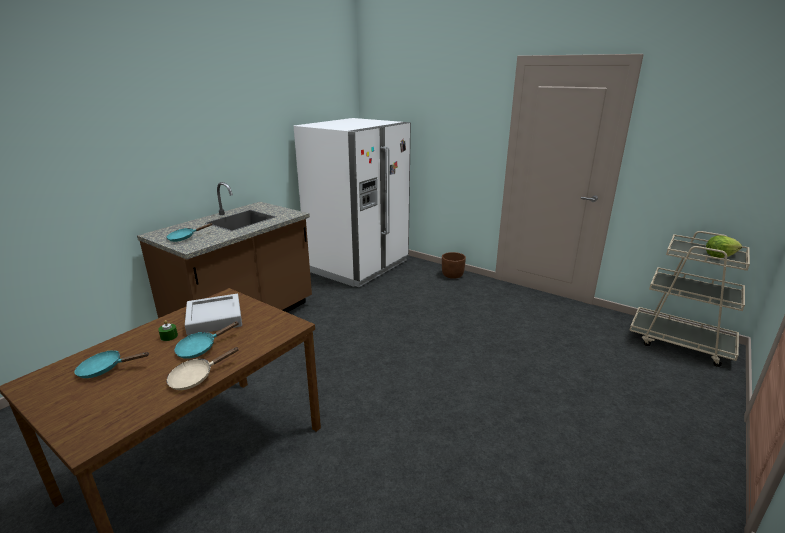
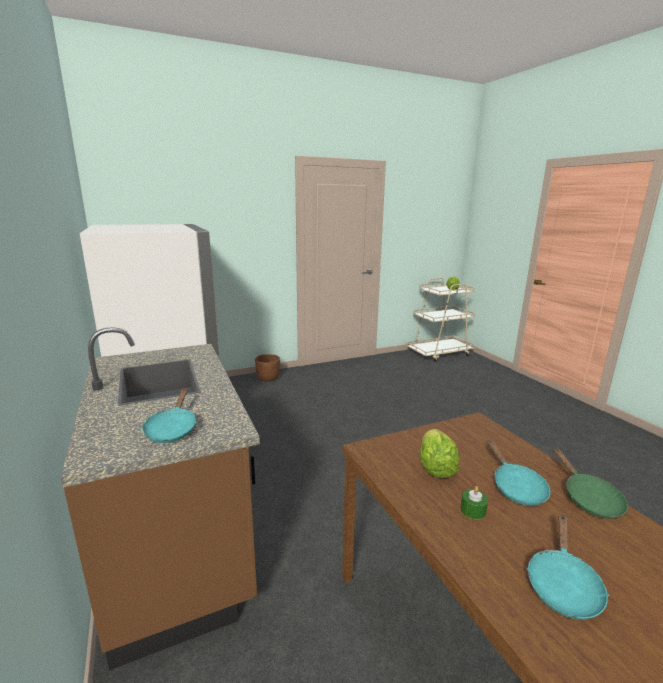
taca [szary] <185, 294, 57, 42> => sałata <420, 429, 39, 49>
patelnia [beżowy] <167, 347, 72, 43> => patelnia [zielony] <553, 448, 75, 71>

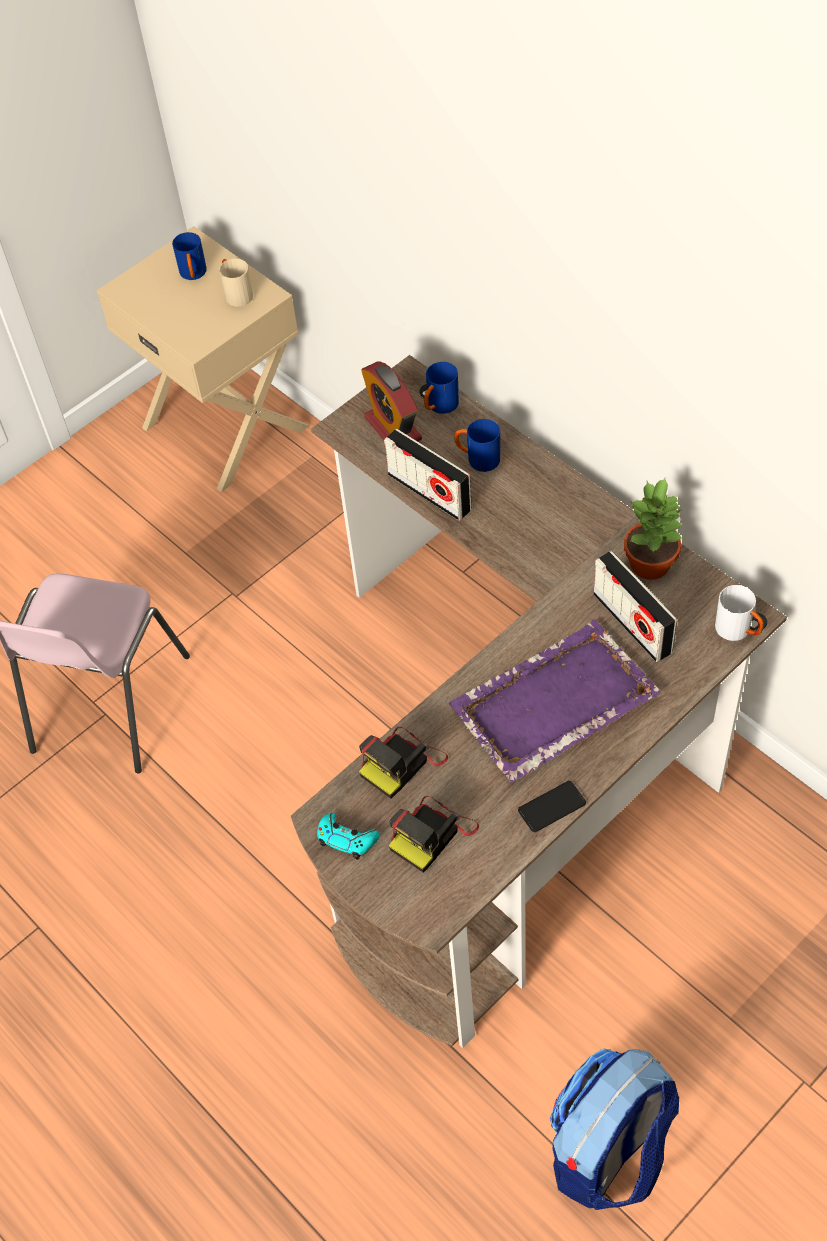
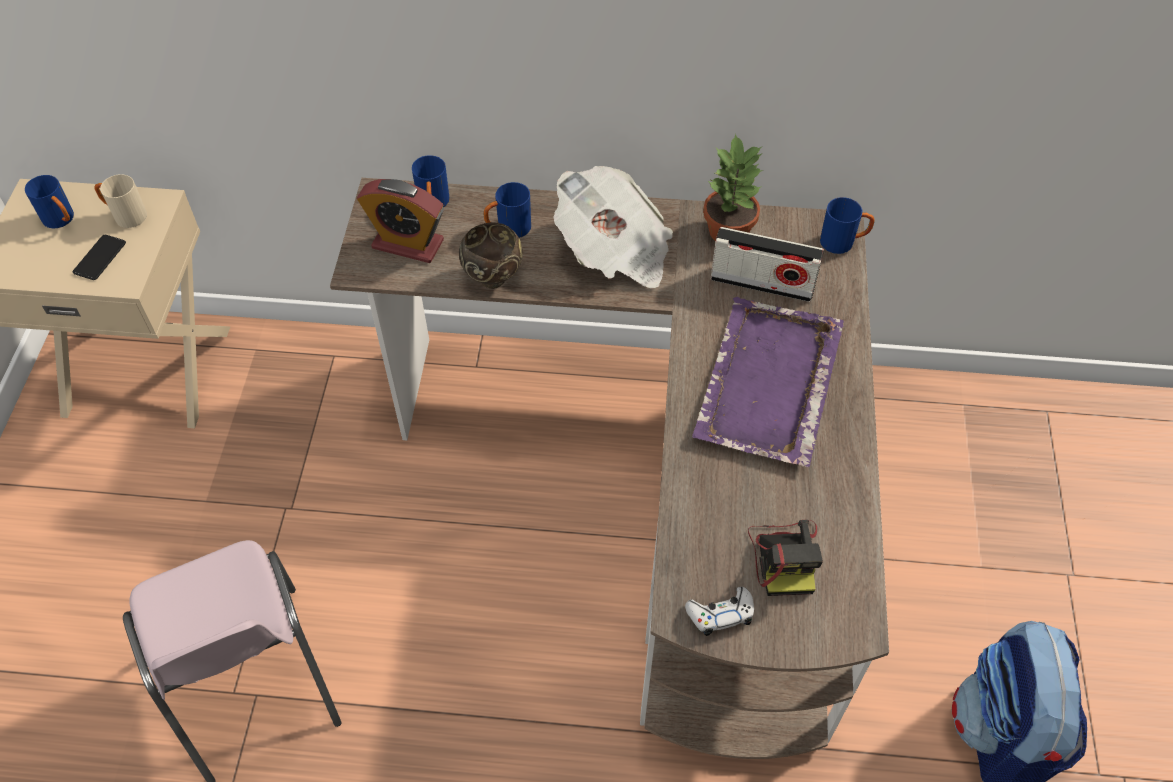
telefon <518, 781, 68, 51> => telefon <73, 235, 53, 45>, moved
radio <384, 429, 88, 92> => miska [brązowy] <459, 222, 64, 67>
nothing => gazeta <553, 166, 120, 122>
pad do gier [turkusowy] <317, 813, 62, 47> => pad do gier [biały] <685, 587, 69, 49>
kubek [biały] <715, 585, 49, 56> => kubek [niebieski] <820, 197, 55, 57>
aparat fotograficzny <359, 726, 89, 73> => nothing

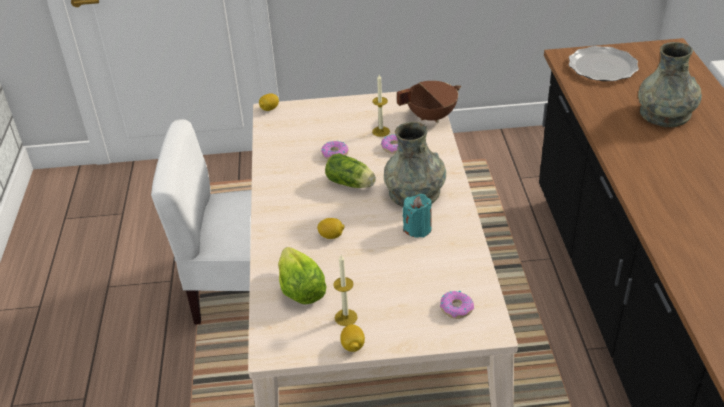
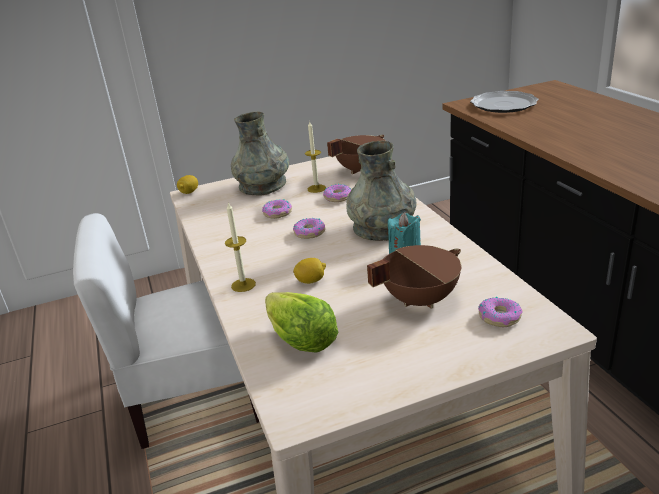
świeca <333, 255, 25, 71> => świeca <225, 202, 31, 90>, moved
wazon [szary] <638, 42, 64, 85> => wazon [szary] <231, 112, 58, 84>, moved
sałata <325, 153, 51, 35> => donut <293, 218, 32, 21>
nothing => garnek [brązowy] <367, 245, 95, 64>
cytryna <340, 324, 25, 28> => nothing

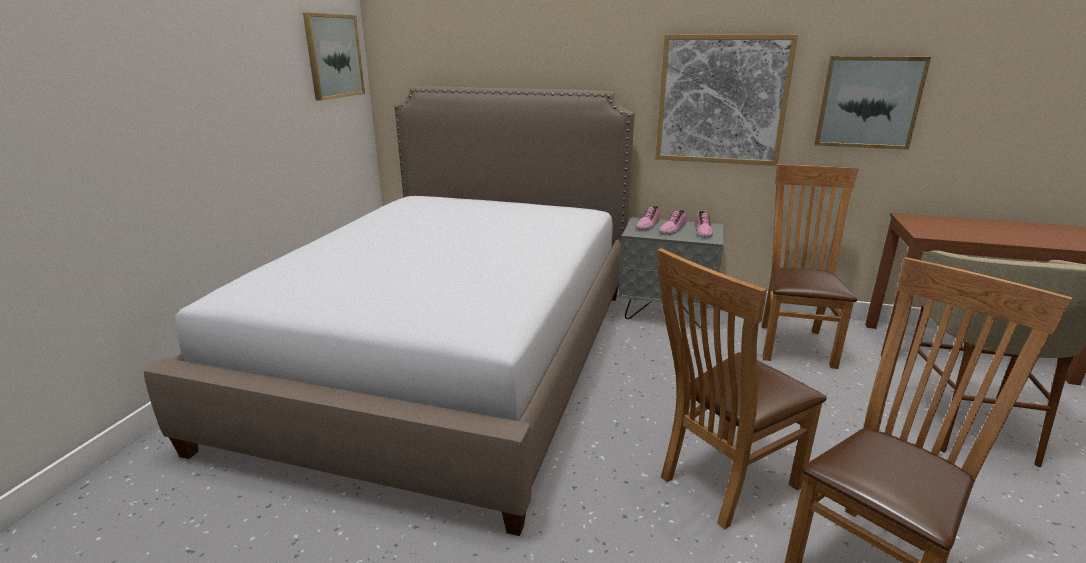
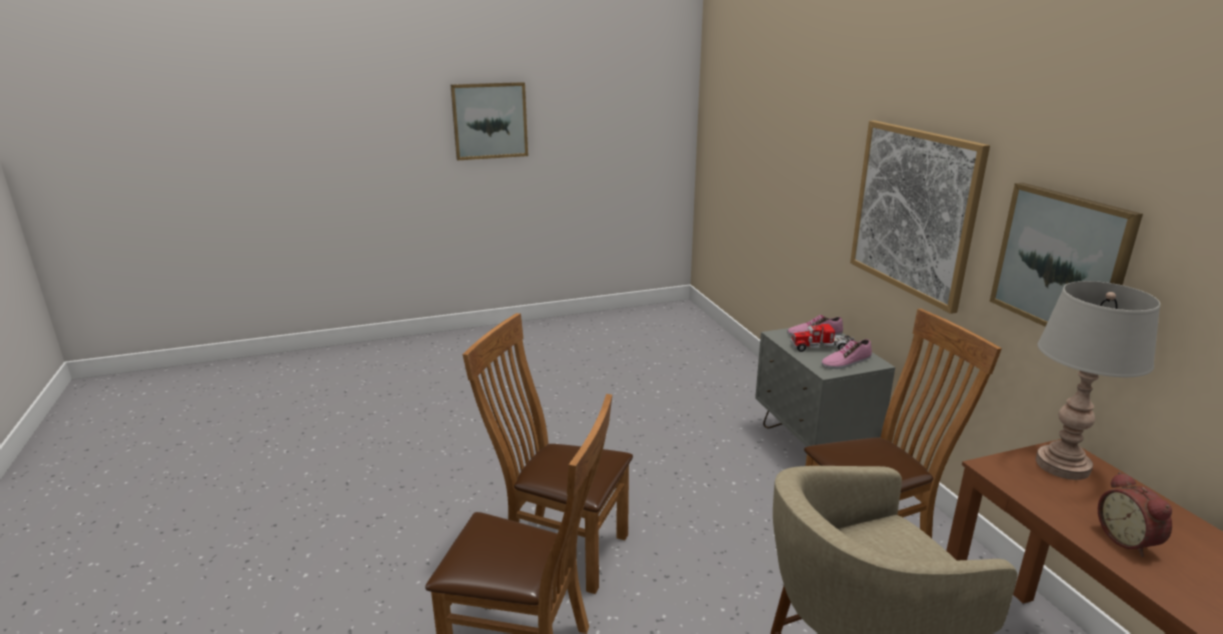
obraz <303, 13, 62, 88> => obraz <451, 82, 77, 79>, moved
but <659, 210, 27, 25> => ciężarówka zabawkowa <790, 320, 67, 32>
nothing => lampa stołowa [szary] <1036, 281, 124, 199>
nothing => budzik <1098, 472, 74, 85>
łóżko <144, 86, 491, 450> => nothing

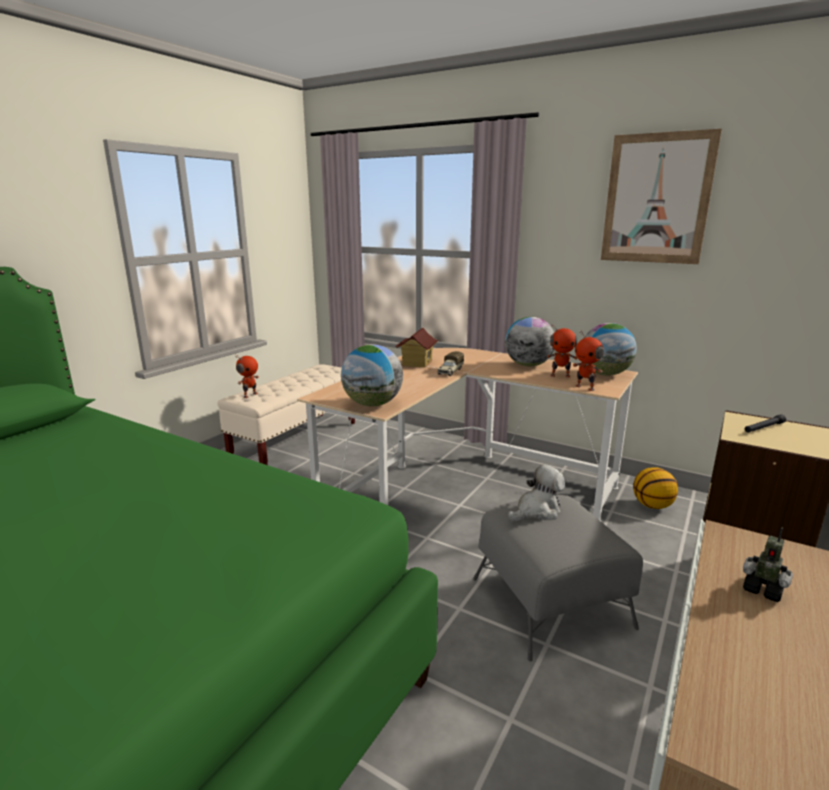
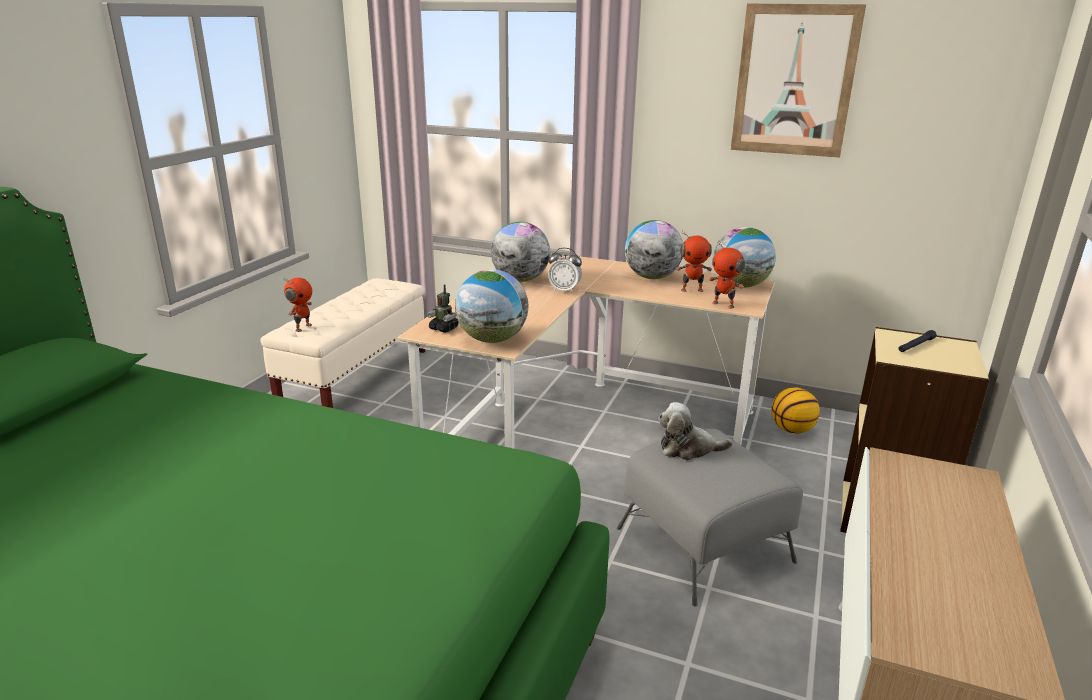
robot zabawkowy <743, 527, 50, 75> => robot zabawkowy <427, 284, 32, 49>, moved
domek <395, 328, 43, 40> => globus <491, 222, 59, 60>
ciężarówka zabawkowa <437, 351, 27, 25> => budzik <548, 248, 34, 45>
pluszak <508, 465, 57, 57> => pluszak <658, 402, 75, 58>, 135 degrees counterclockwise

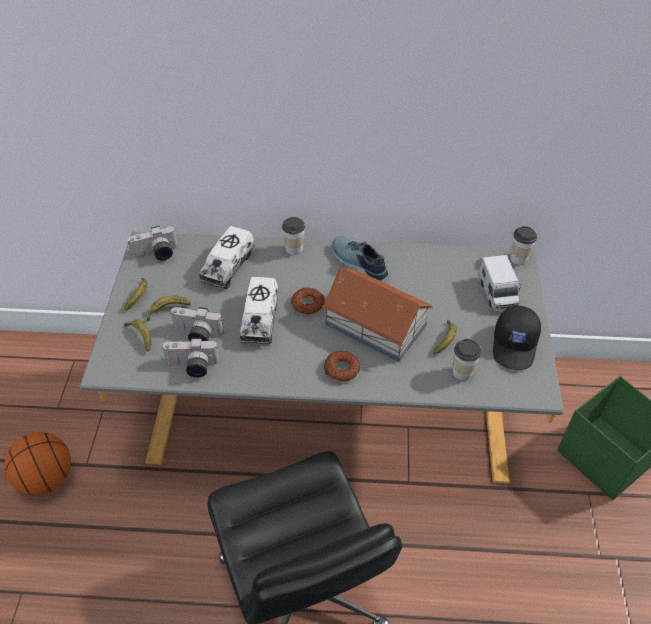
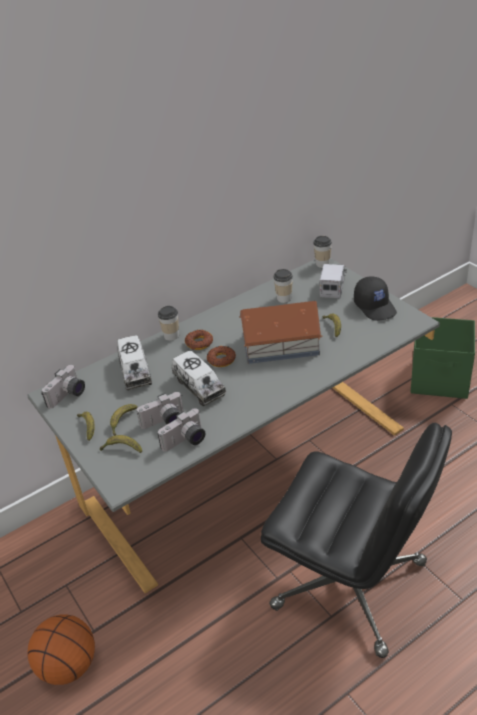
donut <324, 351, 36, 31> => donut <185, 330, 28, 20>, moved
filiżanka <453, 339, 28, 42> => filiżanka <273, 269, 20, 34>, moved
ciężarówka zabawkowa <478, 255, 43, 57> => ciężarówka zabawkowa <319, 264, 27, 34>, 120 degrees counterclockwise
but <332, 236, 56, 45> => nothing

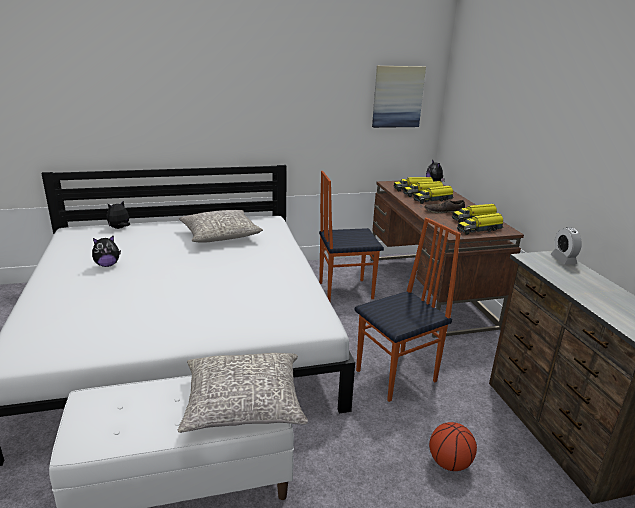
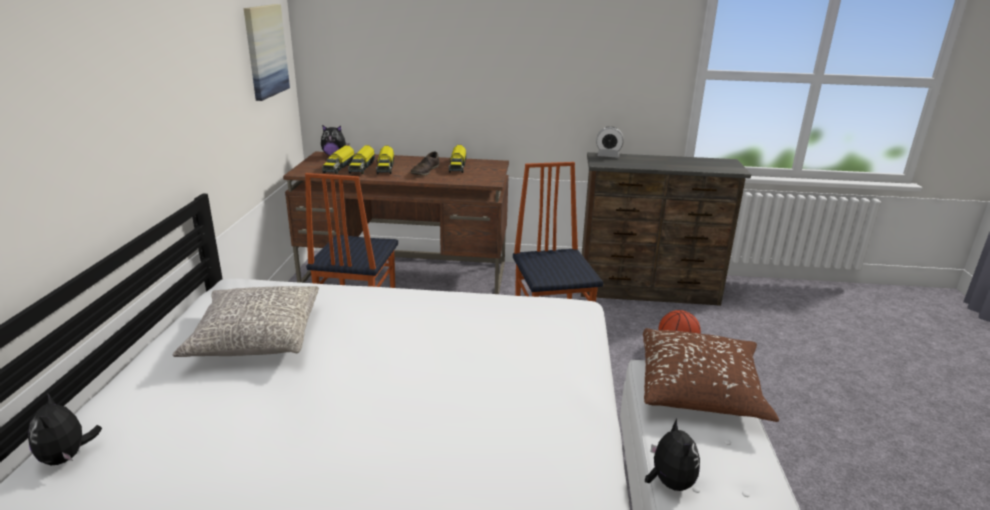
poduszka [szary] <178, 353, 130, 80> => poduszka [brązowy] <643, 328, 136, 94>
pluszak <92, 235, 29, 32> => pluszak <645, 419, 55, 72>, moved
ciężarówka zabawkowa <457, 213, 47, 22> => nothing

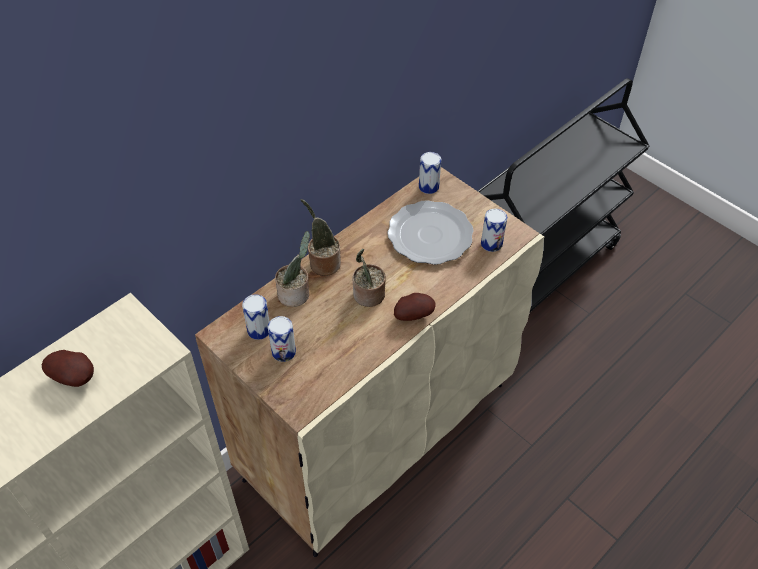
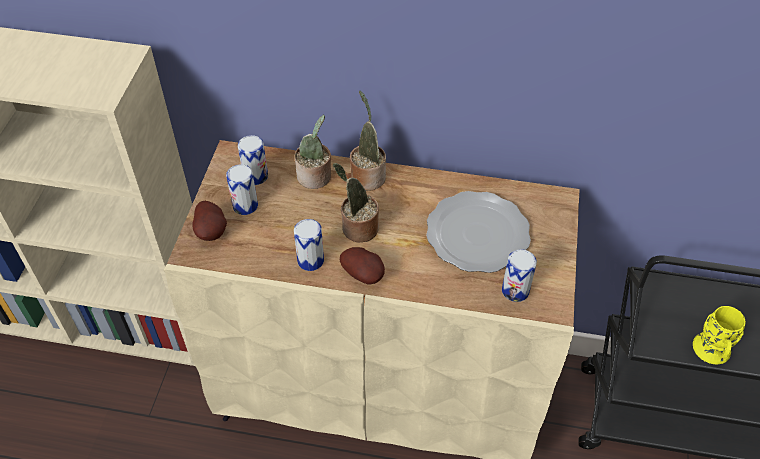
ziemniak <42, 350, 52, 37> => ziemniak <192, 201, 35, 40>, moved
puszka <419, 152, 22, 42> => puszka <294, 219, 30, 52>, moved
nothing => kubek [żółty] <693, 306, 53, 58>

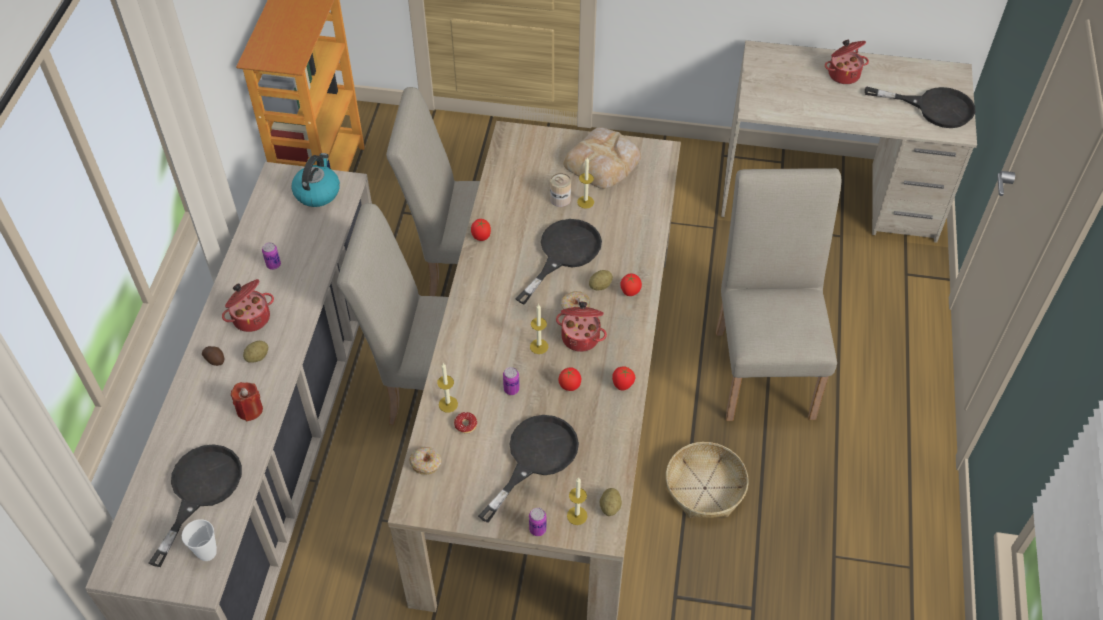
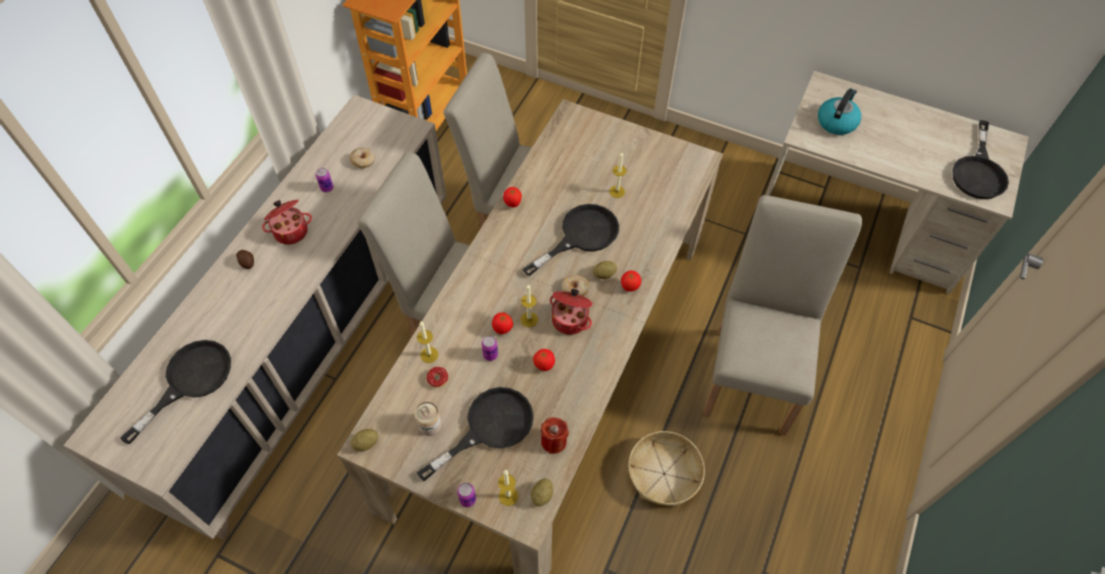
donut <409, 447, 33, 28> => donut <350, 148, 25, 21>, moved
ziemniak <243, 341, 25, 22> => ziemniak <351, 429, 27, 22>, moved
puszka <550, 173, 21, 34> => puszka <414, 402, 27, 34>, moved
pomidor <612, 366, 23, 24> => pomidor <492, 313, 21, 21>, moved
świeca [czerwony] <231, 382, 32, 39> => świeca [czerwony] <541, 417, 28, 37>, moved
czajnik <292, 153, 48, 54> => czajnik <818, 88, 43, 47>, moved
patelnia [czarny] <865, 86, 110, 42> => patelnia [czarny] <953, 120, 56, 79>, 75 degrees clockwise
filiżanka <182, 519, 35, 42> => nothing
chleb <563, 127, 78, 62> => nothing
garnek <825, 40, 44, 44> => nothing

